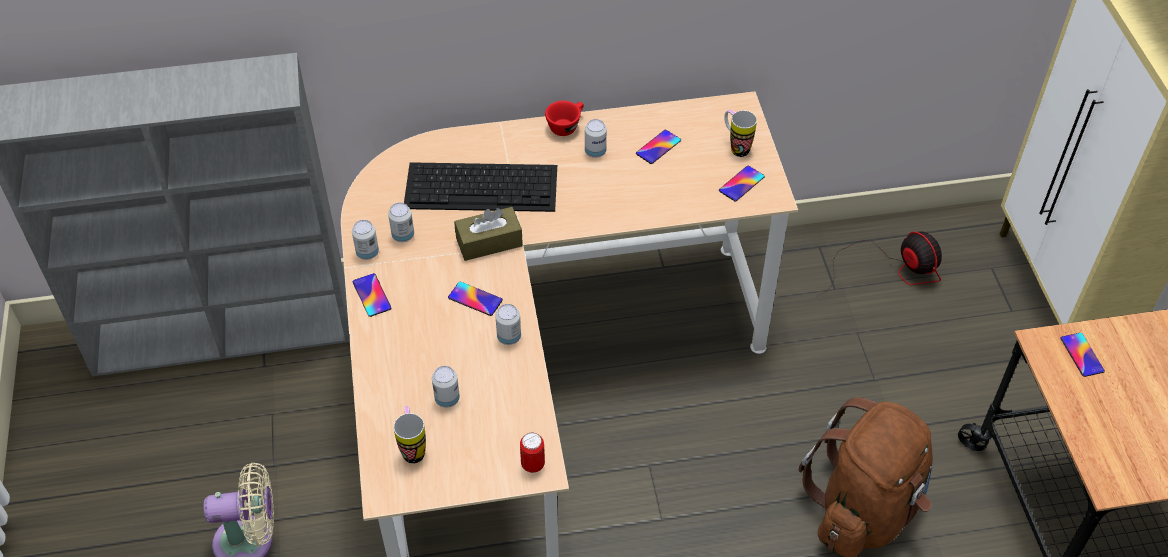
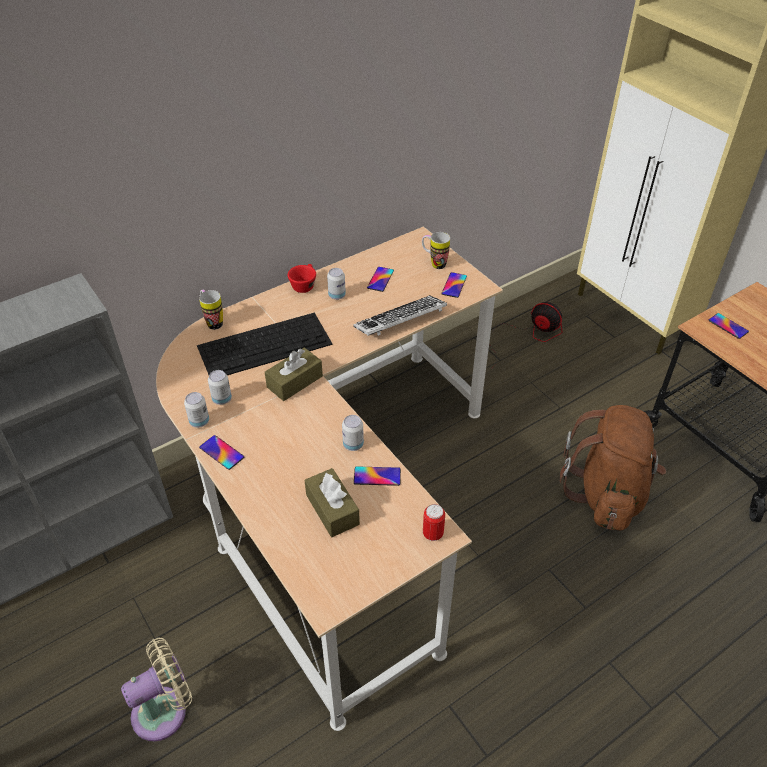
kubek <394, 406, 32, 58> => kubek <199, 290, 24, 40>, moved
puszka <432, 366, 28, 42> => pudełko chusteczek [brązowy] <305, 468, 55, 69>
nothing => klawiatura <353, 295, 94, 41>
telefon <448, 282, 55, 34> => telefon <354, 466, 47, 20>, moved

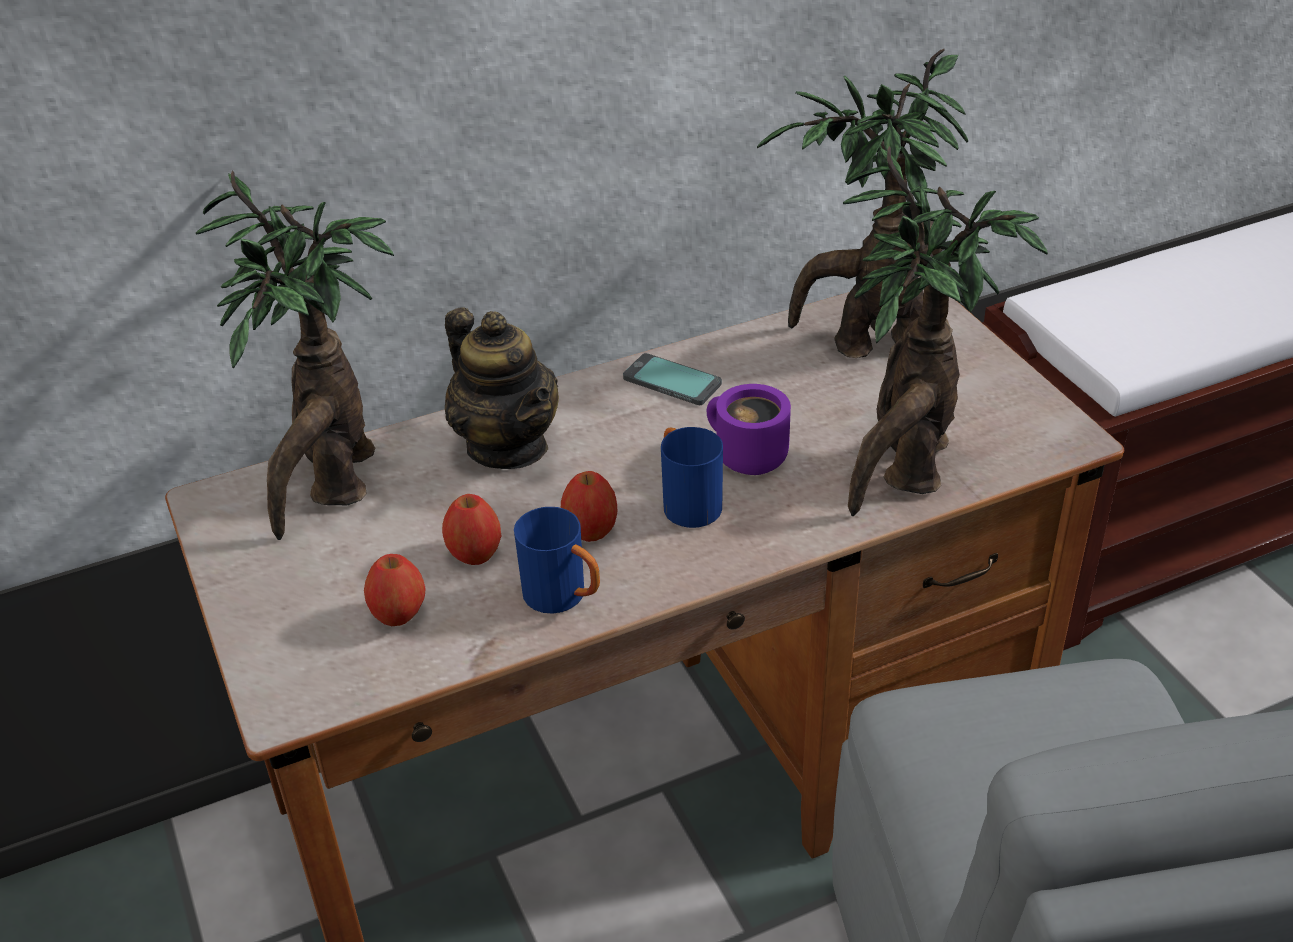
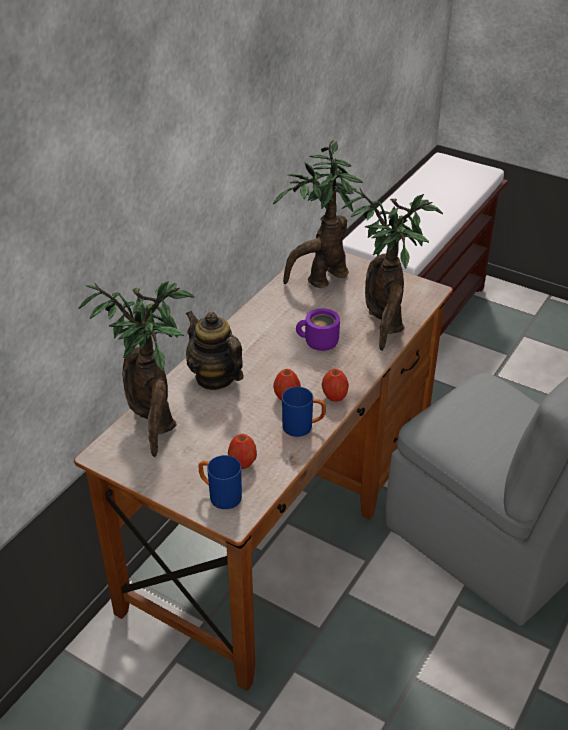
imbryk <445, 307, 114, 162> => imbryk <186, 311, 58, 79>, 150 degrees counterclockwise
kubek [niebieski] <661, 427, 62, 101> => kubek [niebieski] <199, 455, 43, 54>, moved
jabłko <442, 494, 59, 71> => jabłko <322, 369, 27, 33>, moved
telefon <623, 353, 99, 52> => nothing

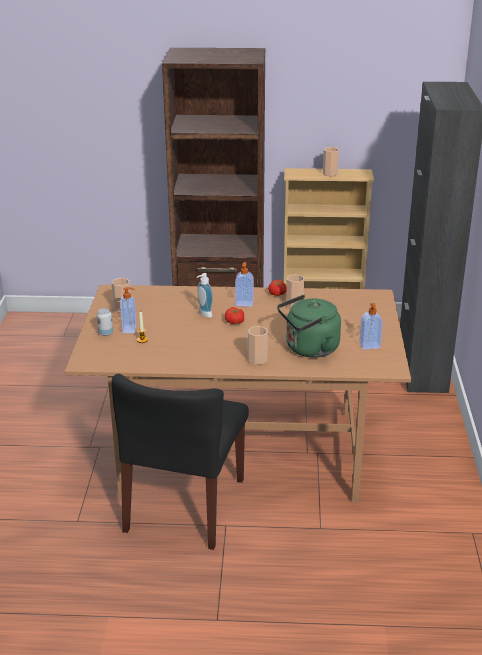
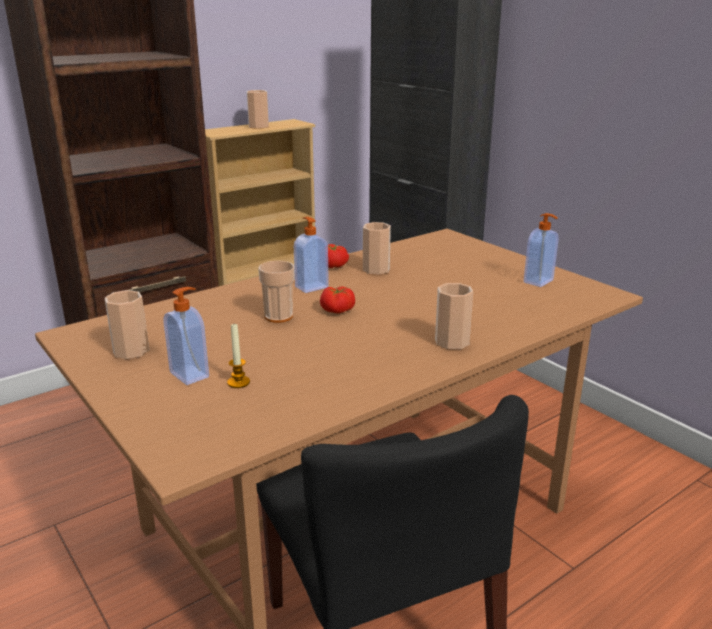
dozownik mydła <197, 273, 16, 45> => filiżanka <258, 261, 36, 62>
puszka <97, 308, 16, 28> => nothing
czajnik [zielony] <277, 295, 64, 63> => nothing

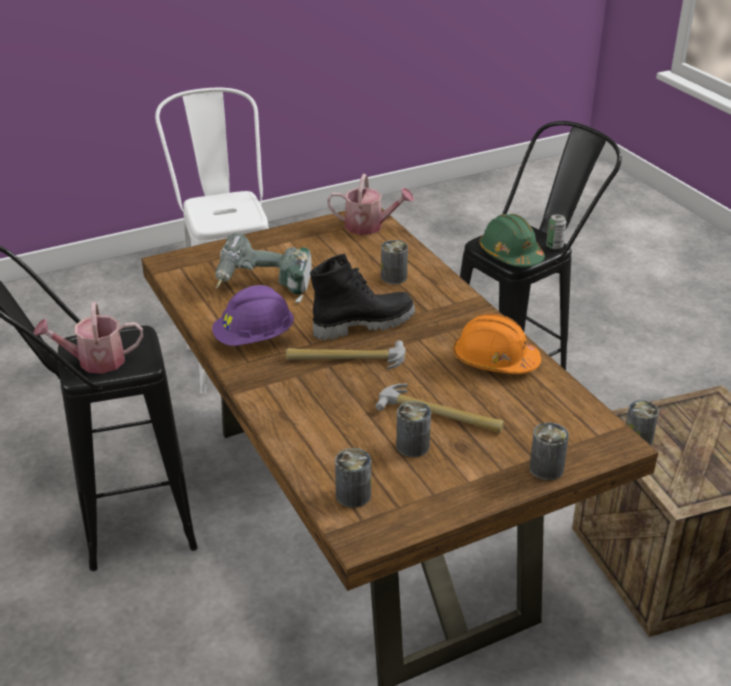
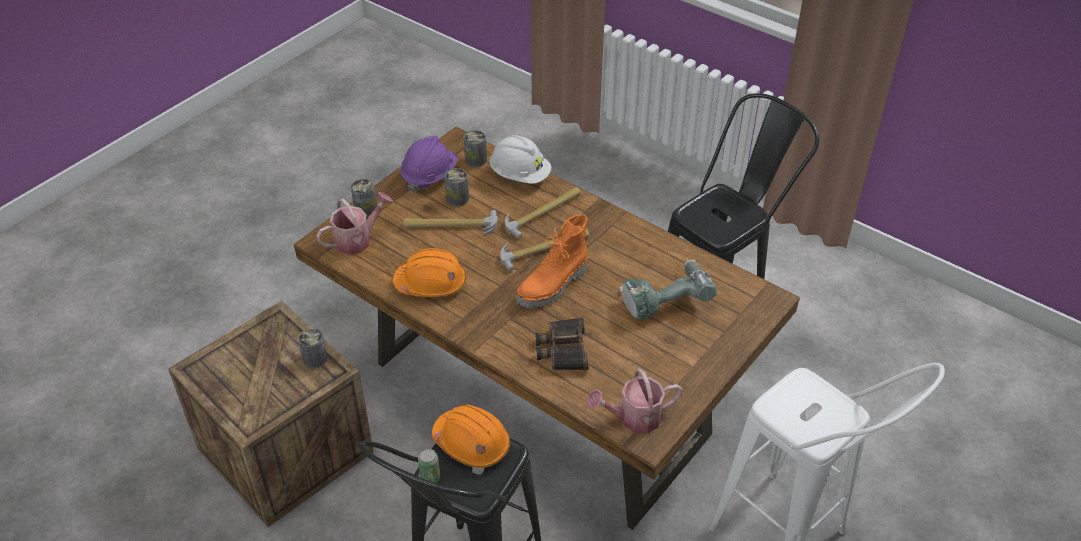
konewka <34, 302, 109, 72> => konewka <316, 192, 77, 63>, moved
kask [fioletowy] <212, 285, 82, 61> => kask [fioletowy] <401, 136, 58, 56>, moved
kask [zielony] <479, 214, 66, 53> => kask [pomarańczowy] <432, 405, 78, 63>
nothing => kask [biały] <489, 135, 62, 49>
nothing => młotek <505, 187, 76, 52>
but z cholewką [czarny] <310, 254, 105, 87> => but z cholewką [pomarańczowy] <516, 214, 72, 94>
puszka <381, 240, 27, 44> => lornetka <535, 317, 54, 53>

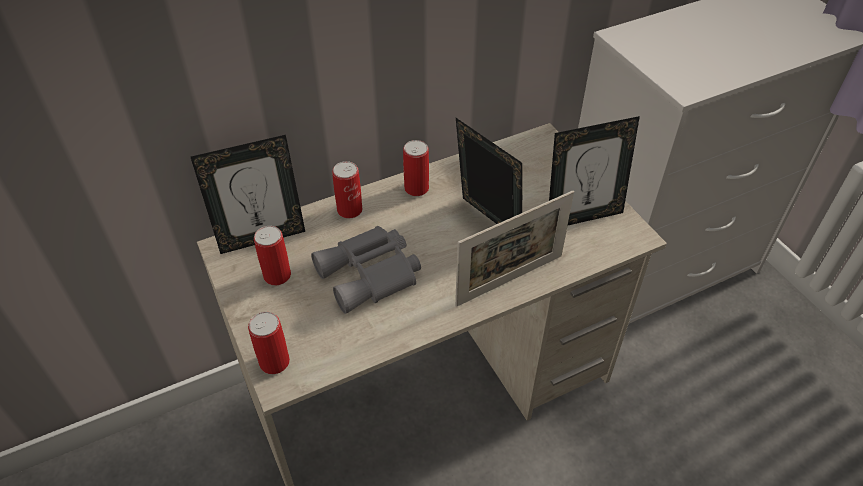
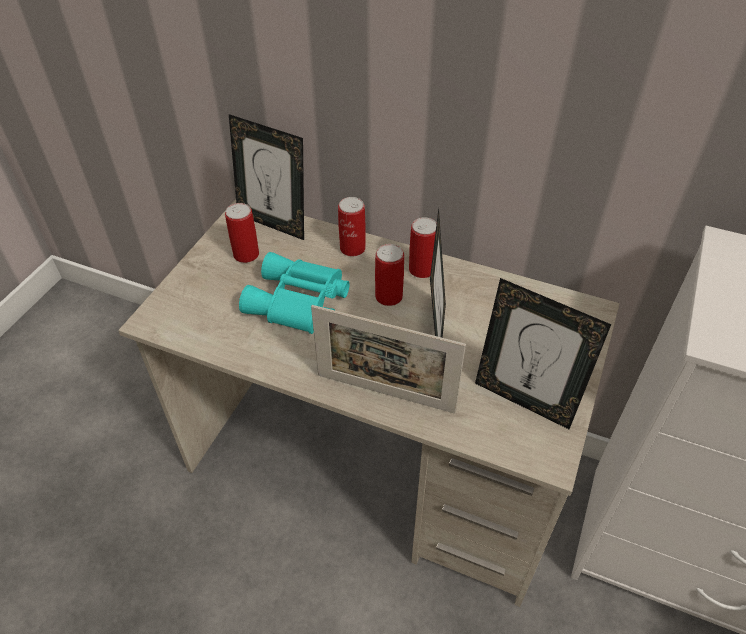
lornetka [szary] <311, 226, 110, 88> => lornetka [turkusowy] <239, 252, 111, 82>
puszka <248, 312, 42, 62> => puszka <375, 244, 29, 62>, moved

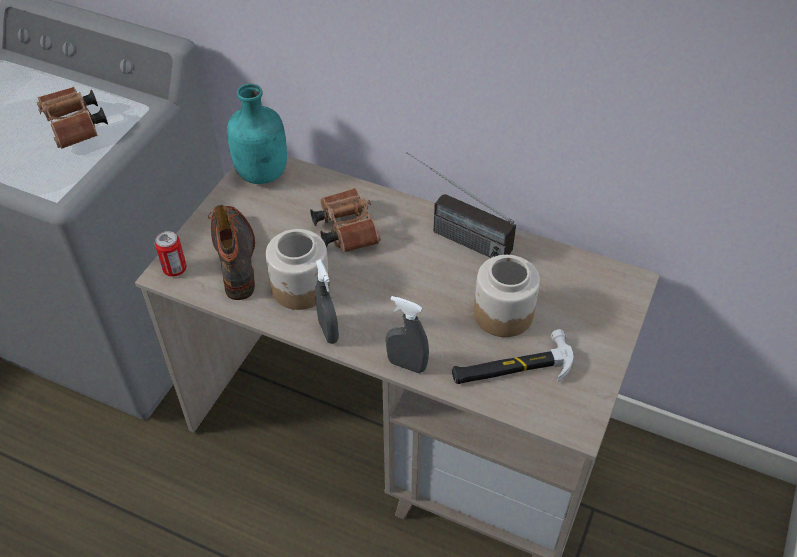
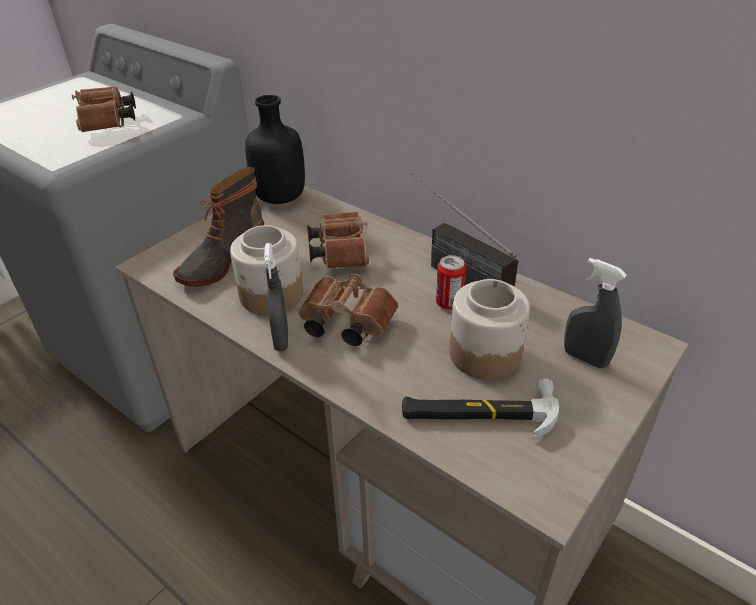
but z cholewką <208, 205, 47, 95> => but z cholewką <173, 167, 91, 120>, 150 degrees counterclockwise
butelka [turkusowy] <227, 84, 60, 100> => butelka [czarny] <245, 95, 60, 109>
nothing => lornetka [brązowy] <298, 274, 101, 72>
puszka <155, 231, 32, 46> => puszka <436, 255, 30, 55>, moved
spryskiwacz [szary] <386, 296, 43, 77> => spryskiwacz [szary] <564, 258, 63, 110>, moved

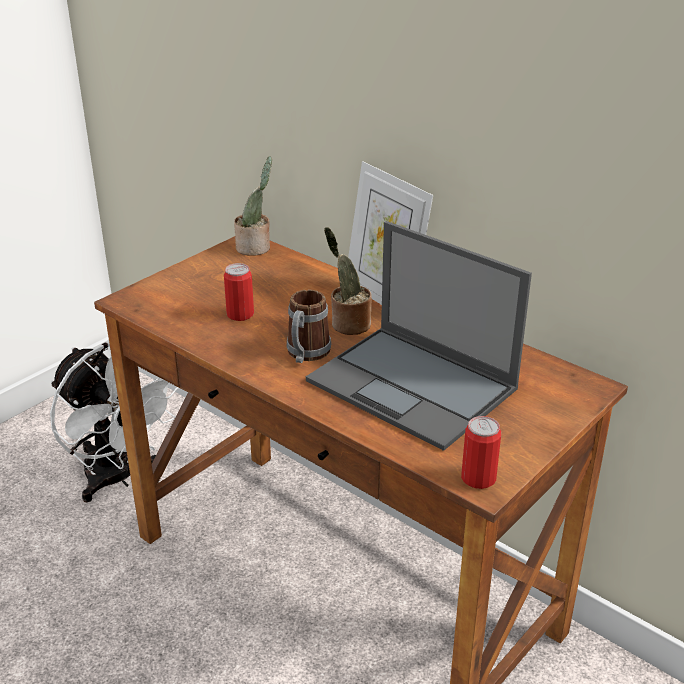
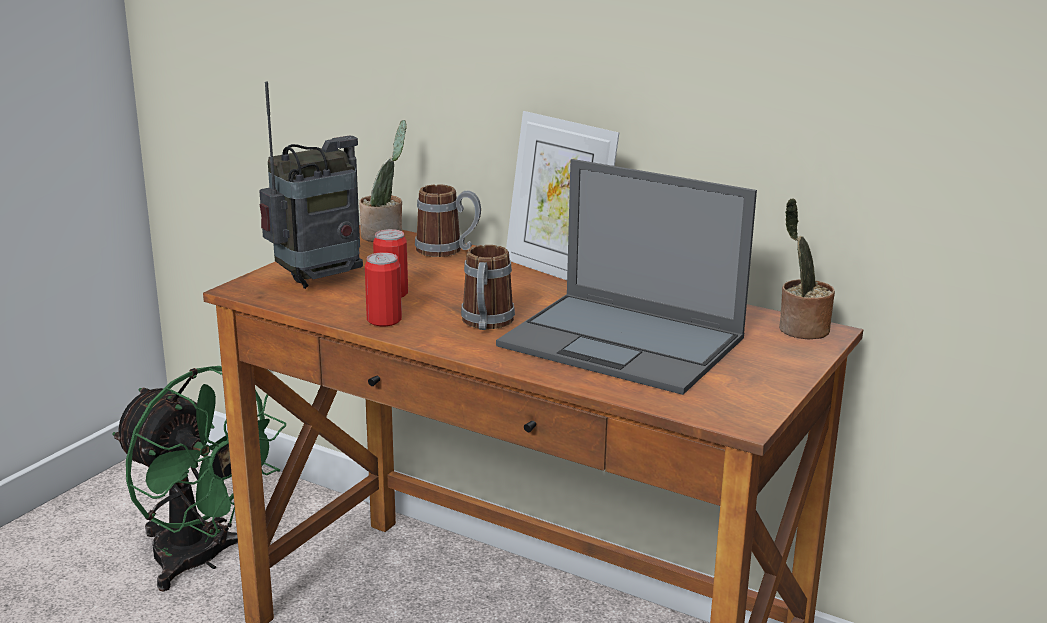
wentylator [biały] <50, 342, 129, 161> => wentylator [zielony] <112, 366, 174, 226>
nothing => radio <259, 82, 104, 207>
puszka <461, 416, 40, 73> => puszka <365, 252, 37, 74>, moved
nothing => kubek <415, 184, 66, 73>
roślina doniczkowa <324, 227, 48, 108> => roślina doniczkowa <779, 198, 56, 141>, moved

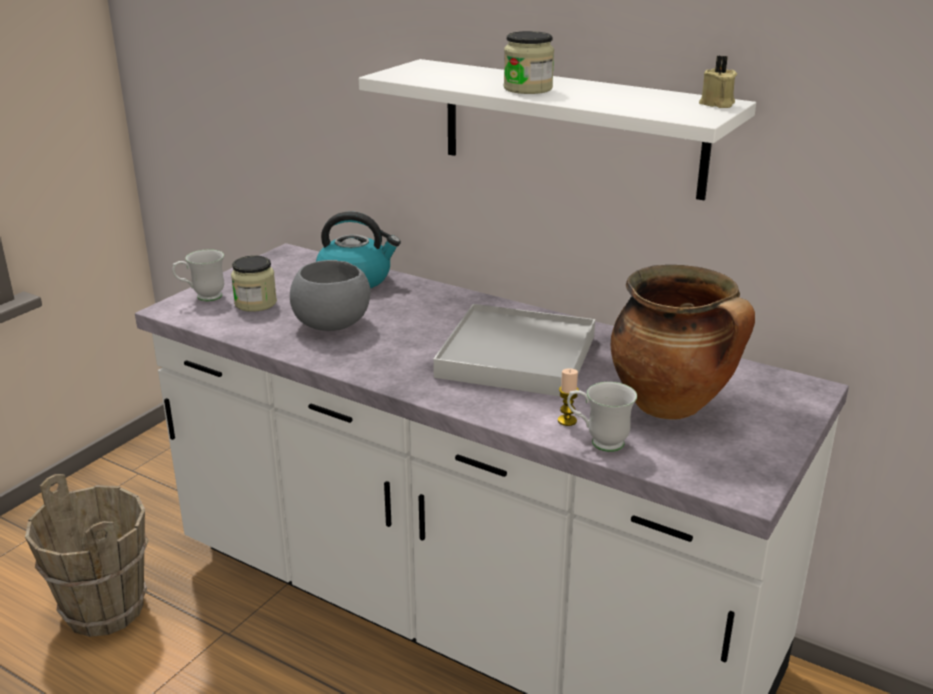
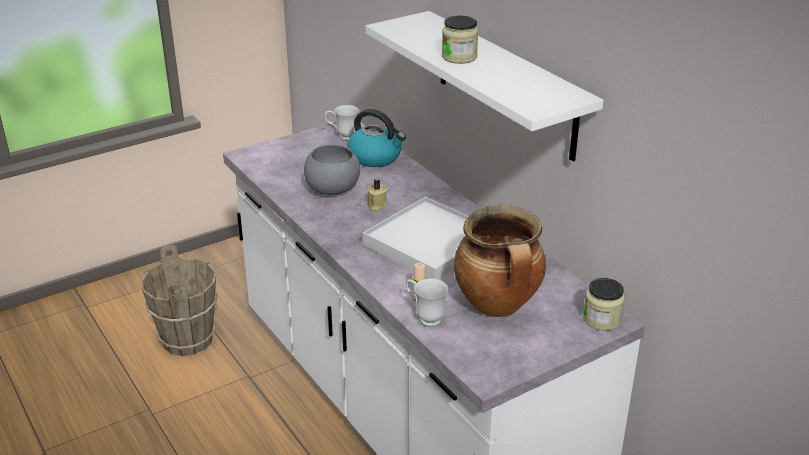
kubek [biały] <172, 249, 52, 53> => kubek [biały] <325, 105, 34, 35>, moved
świeca [beżowy] <699, 56, 38, 52> => świeca [beżowy] <367, 179, 20, 32>, moved
słoik <231, 256, 46, 56> => słoik <583, 278, 42, 53>, moved

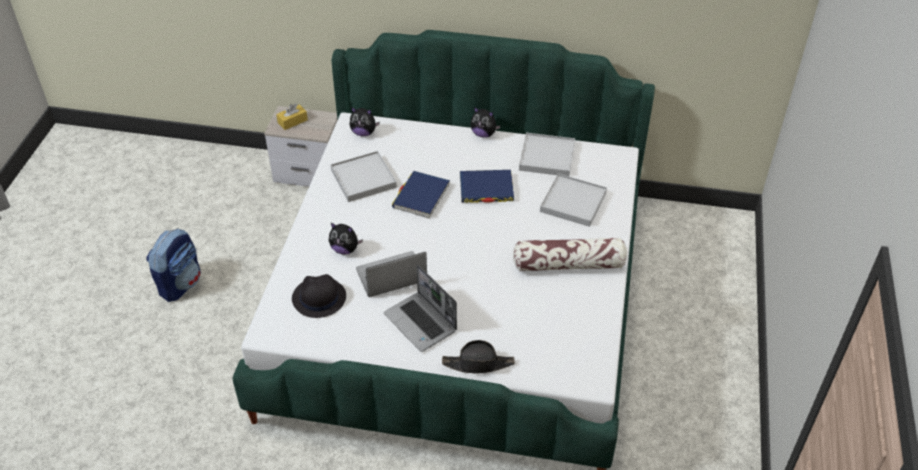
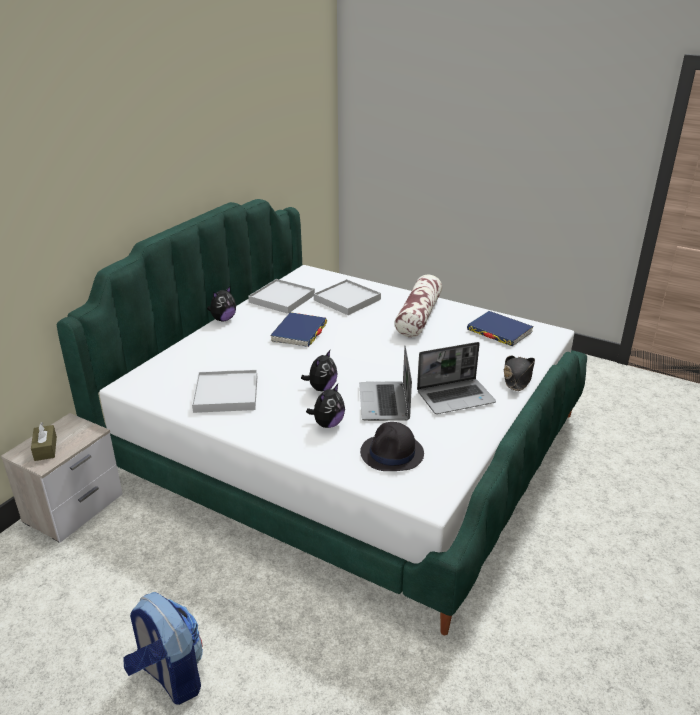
pudełko chusteczek [żółty] <276, 104, 32, 26> => pudełko chusteczek [brązowy] <31, 422, 26, 39>
pluszak <350, 107, 30, 29> => pluszak <301, 350, 37, 41>, moved
książka [niebieski] <392, 171, 58, 48> => książka [niebieski] <467, 311, 67, 35>, moved

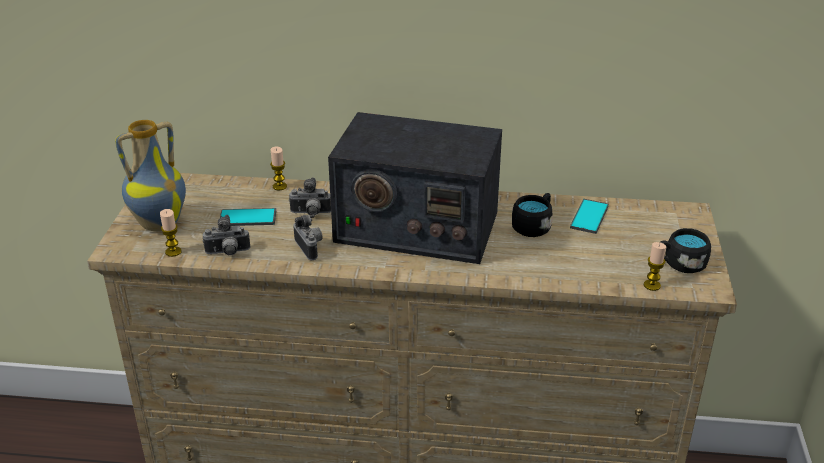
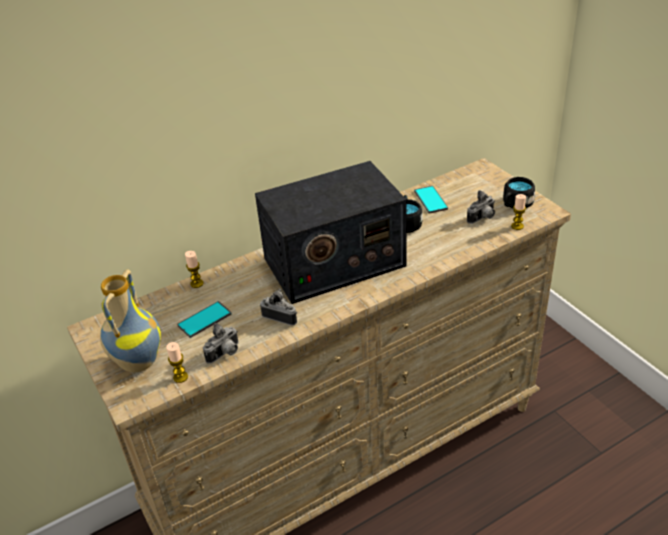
aparat fotograficzny <289, 177, 42, 39> => aparat fotograficzny <467, 190, 28, 34>, moved

